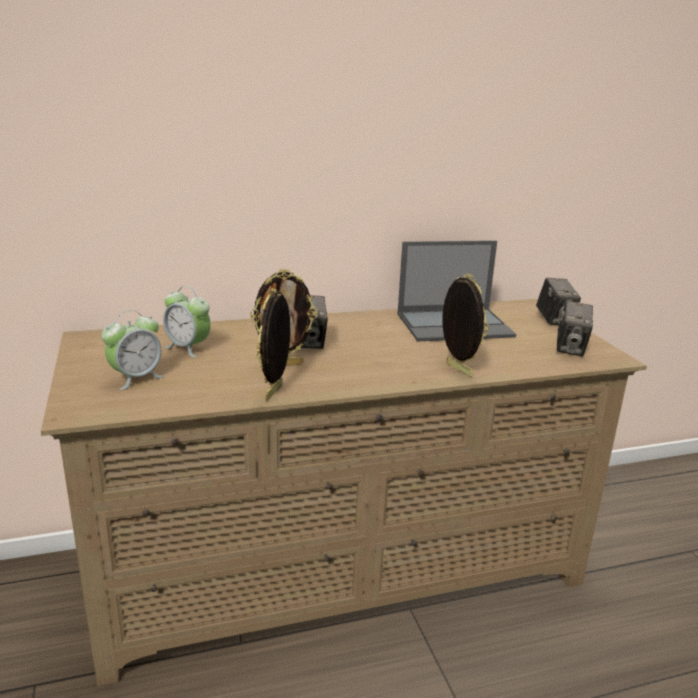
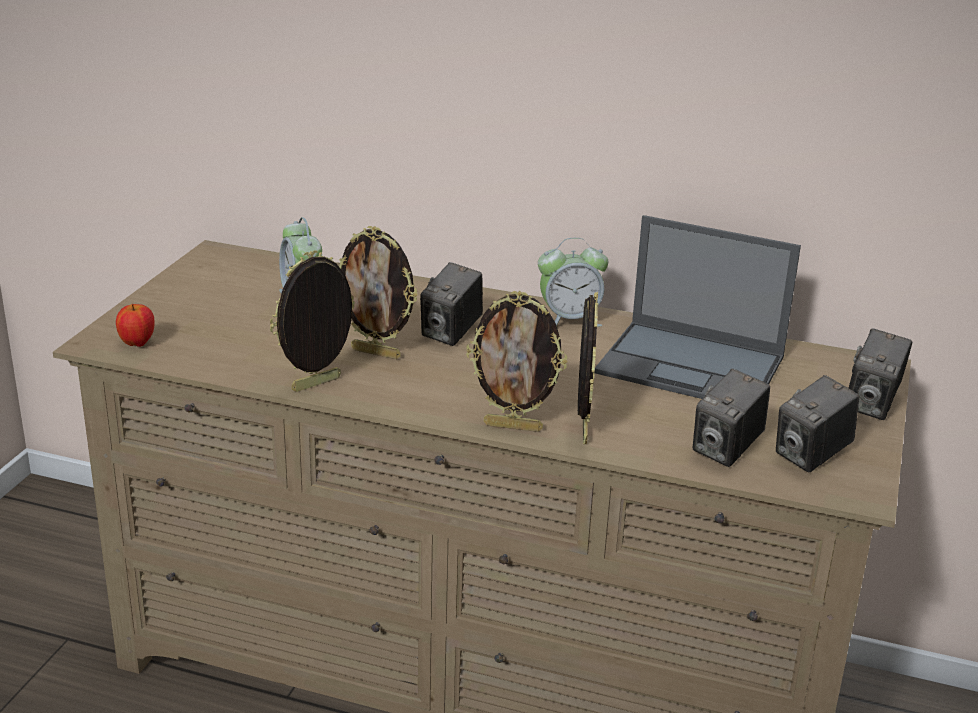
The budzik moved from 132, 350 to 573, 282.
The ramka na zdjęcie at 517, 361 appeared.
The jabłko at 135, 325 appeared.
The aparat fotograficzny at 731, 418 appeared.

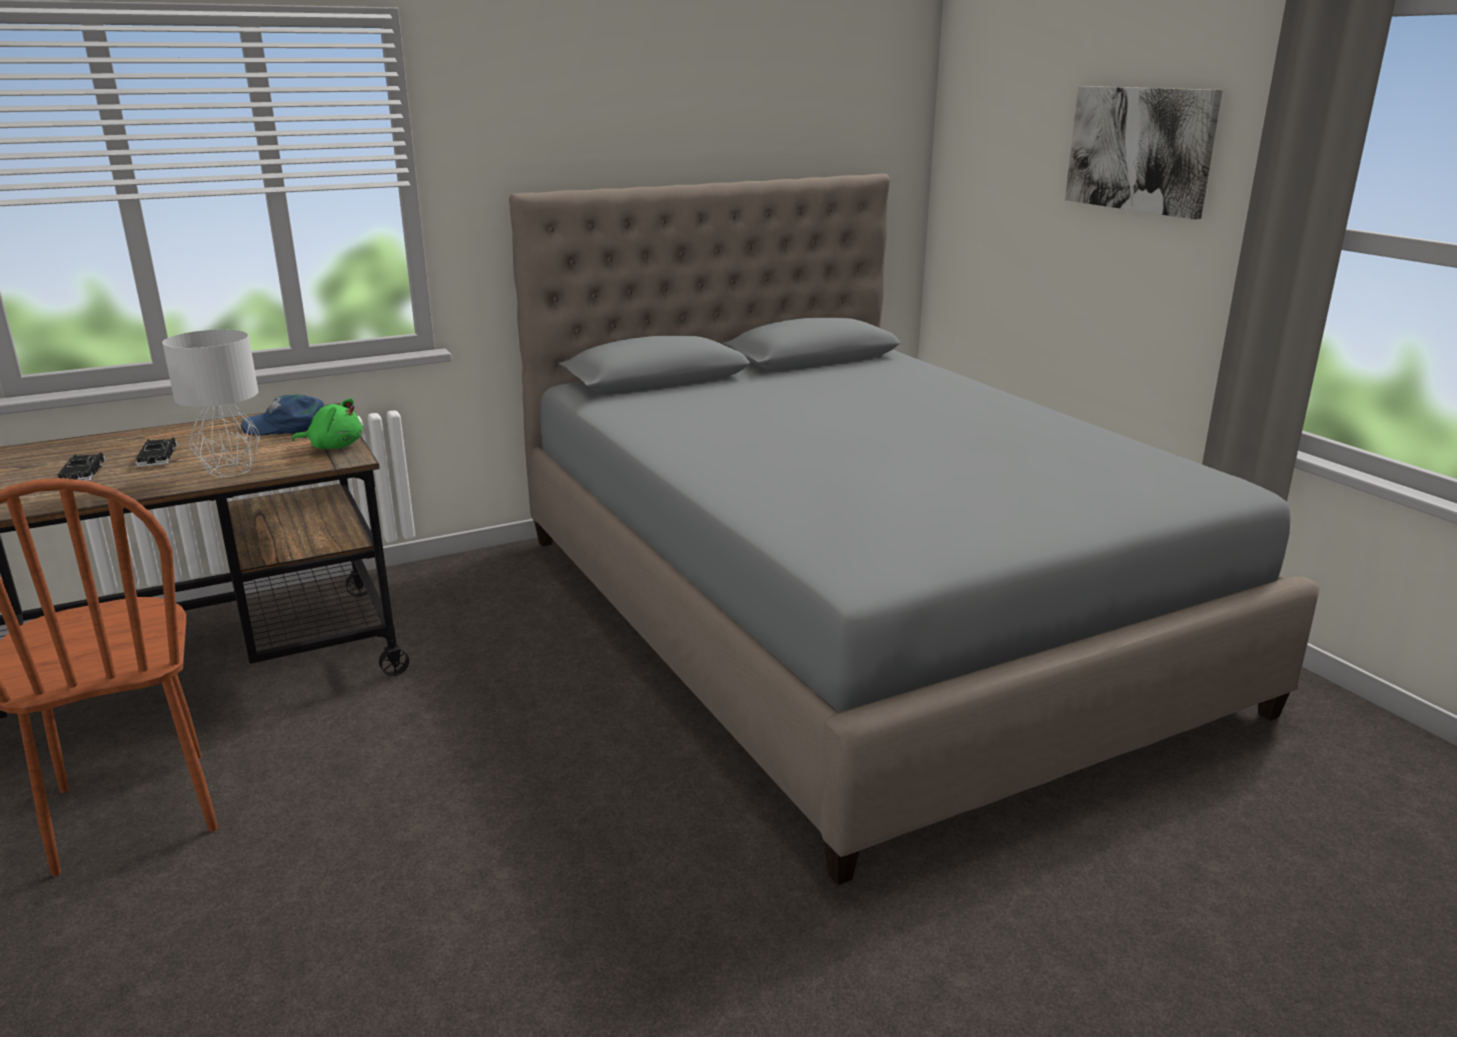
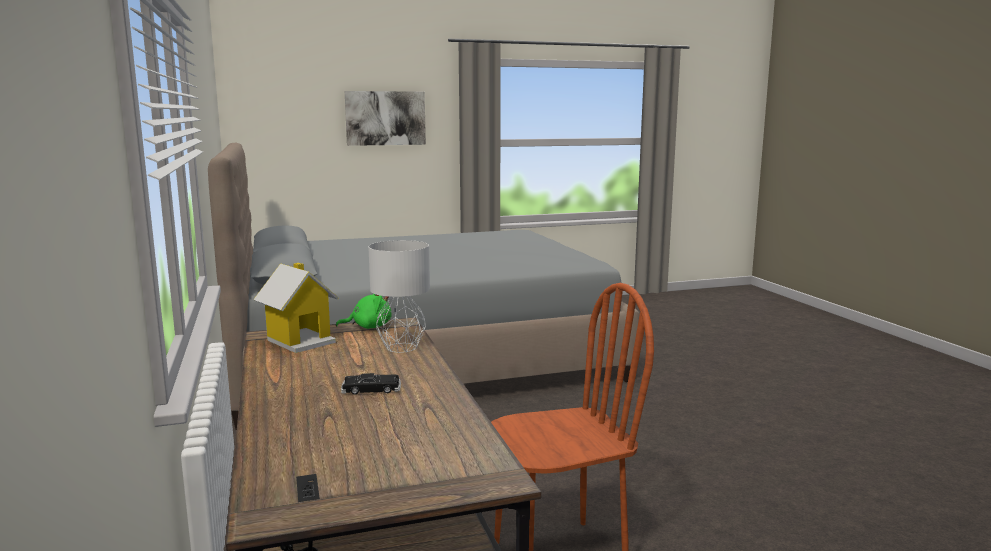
The czapka z daszkiem [niebieski] at 282, 415 was replaced by the domek at 296, 308.
The pluszak [zielony] at 327, 423 turned 60 degrees clockwise.
The samochodzik [czarny] at 156, 452 disappeared.

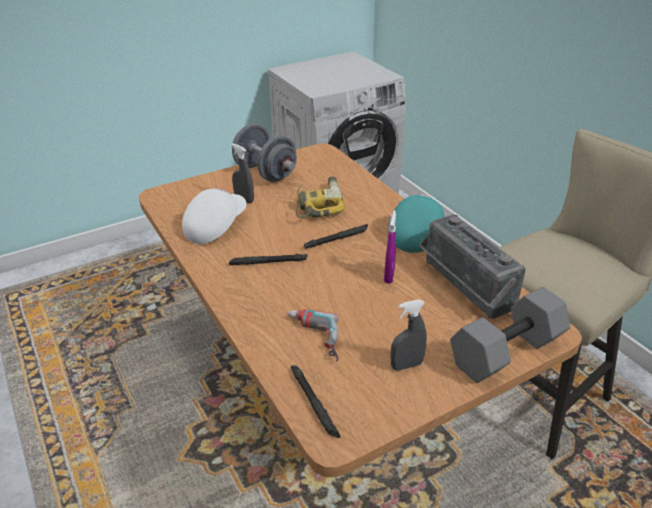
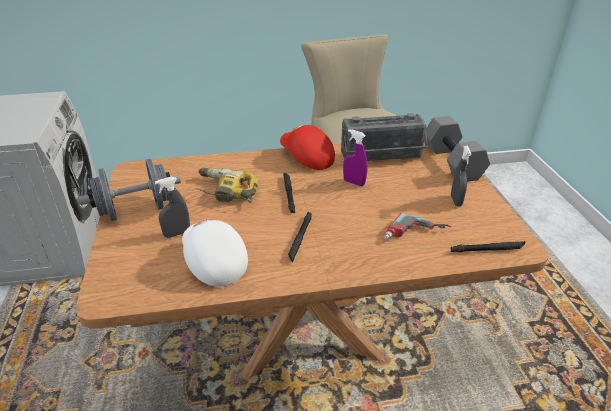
The czapka z daszkiem [turkusowy] at 416, 223 became the czapka z daszkiem [czerwony] at 307, 147.

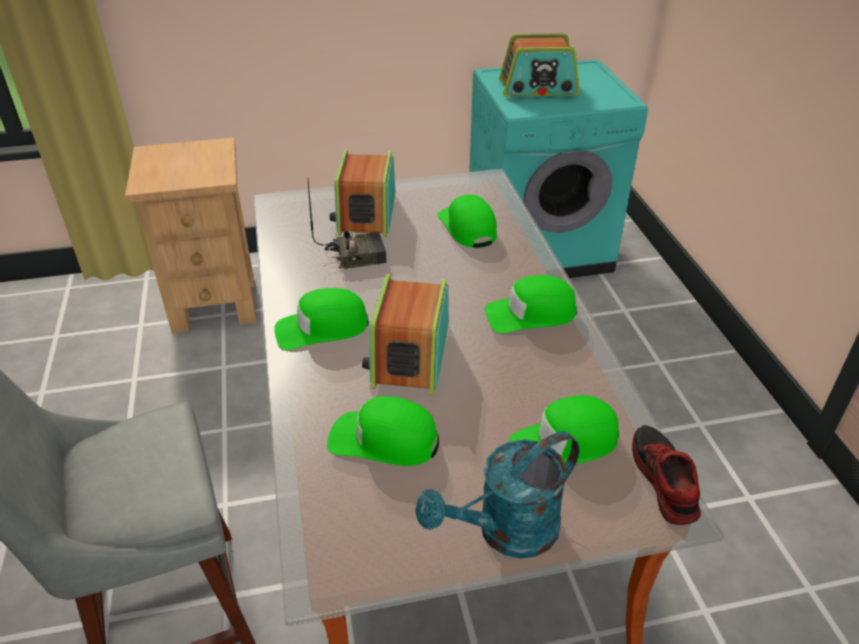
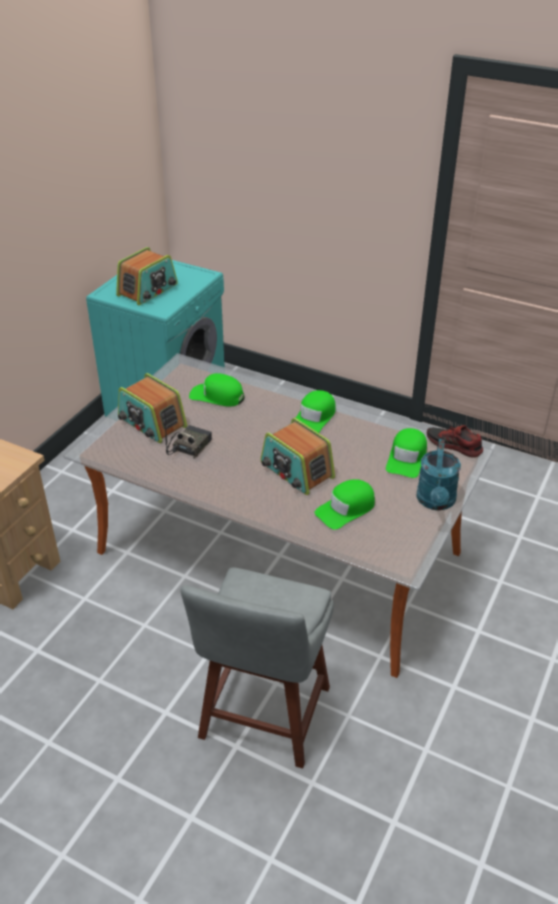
The czapka z daszkiem [zielony] at 321, 319 disappeared.

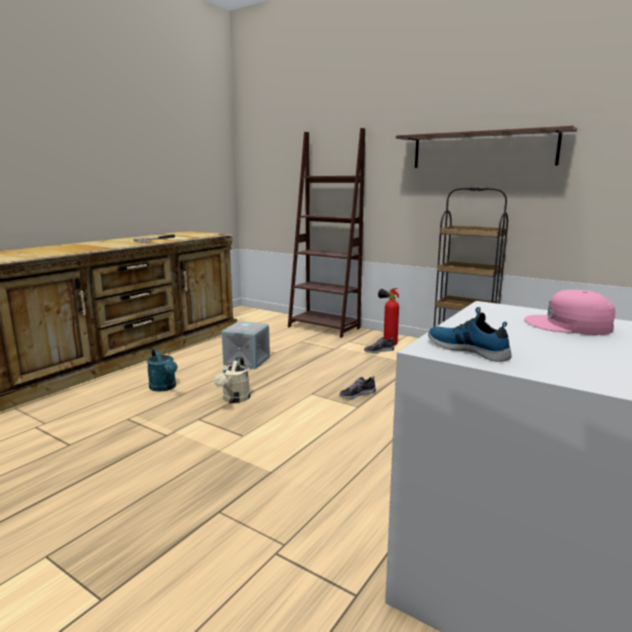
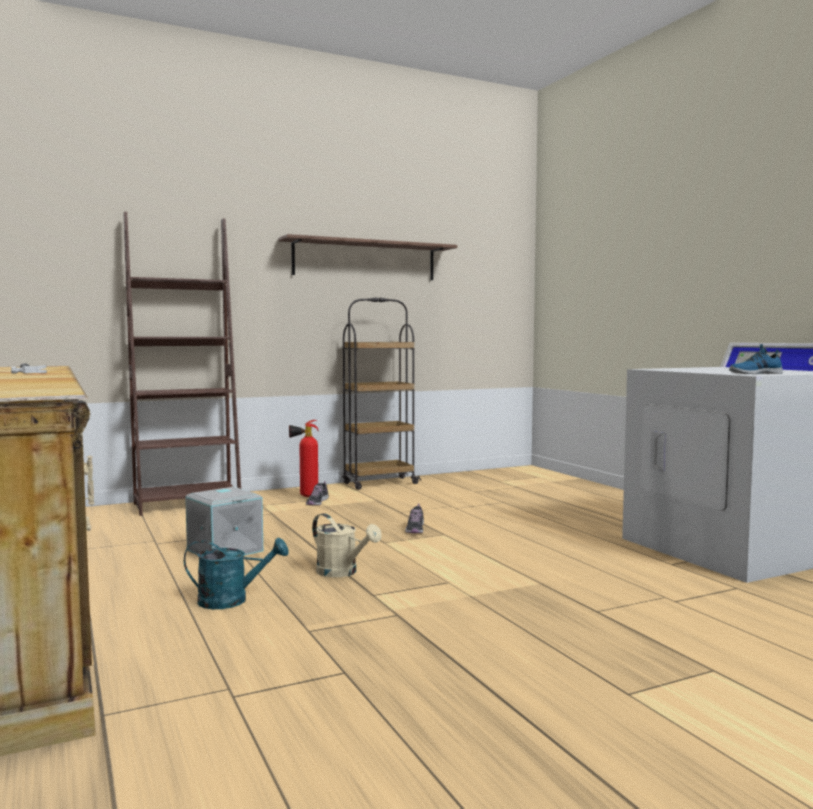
The czapka z daszkiem [różowy] at 569, 312 disappeared.

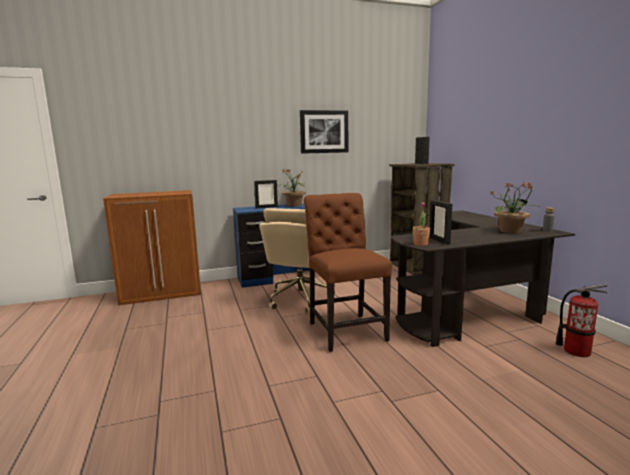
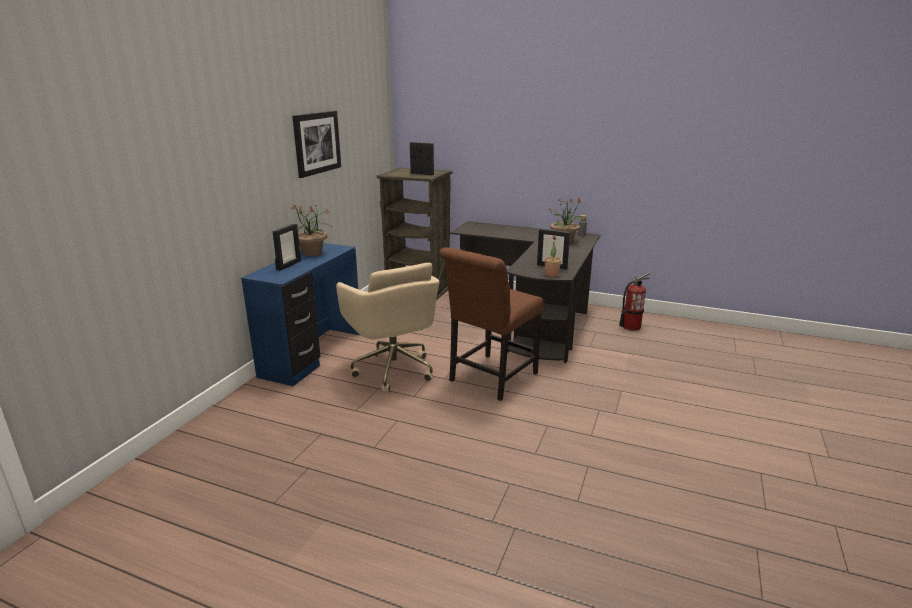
The szafka [brązowy] at 152, 247 disappeared.
The krzesło [brązowy] at 348, 272 turned 75 degrees counterclockwise.

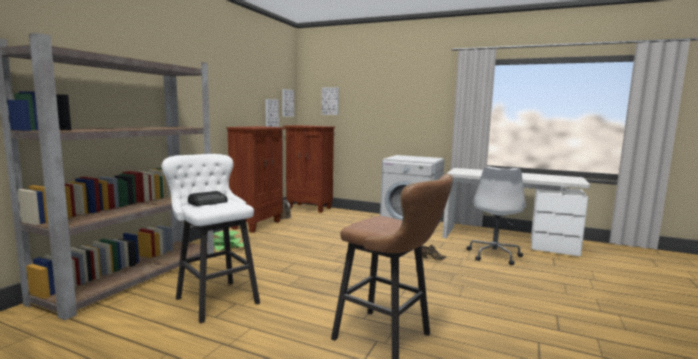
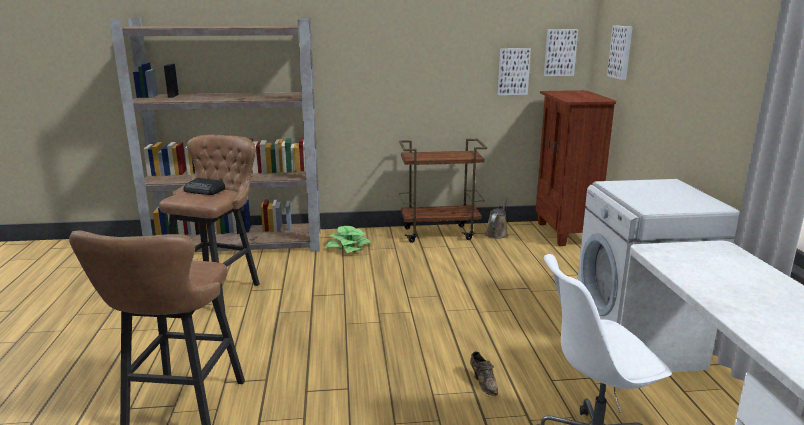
The szafka [brązowy] at 256, 179 was replaced by the wózek [brązowy] at 443, 191.
The stołek [biały] at 210, 239 became the stołek [brązowy] at 209, 222.

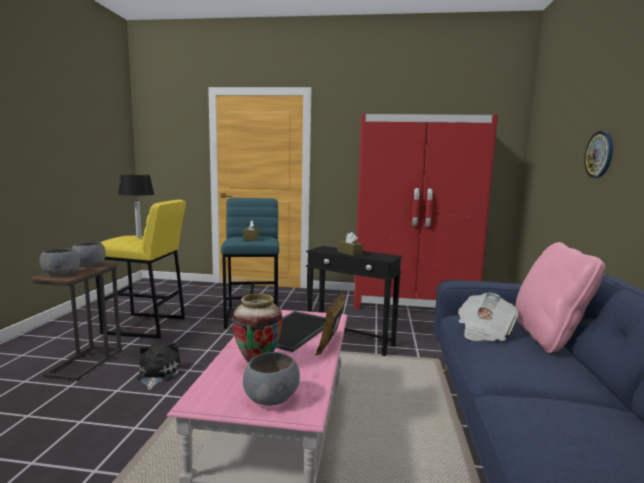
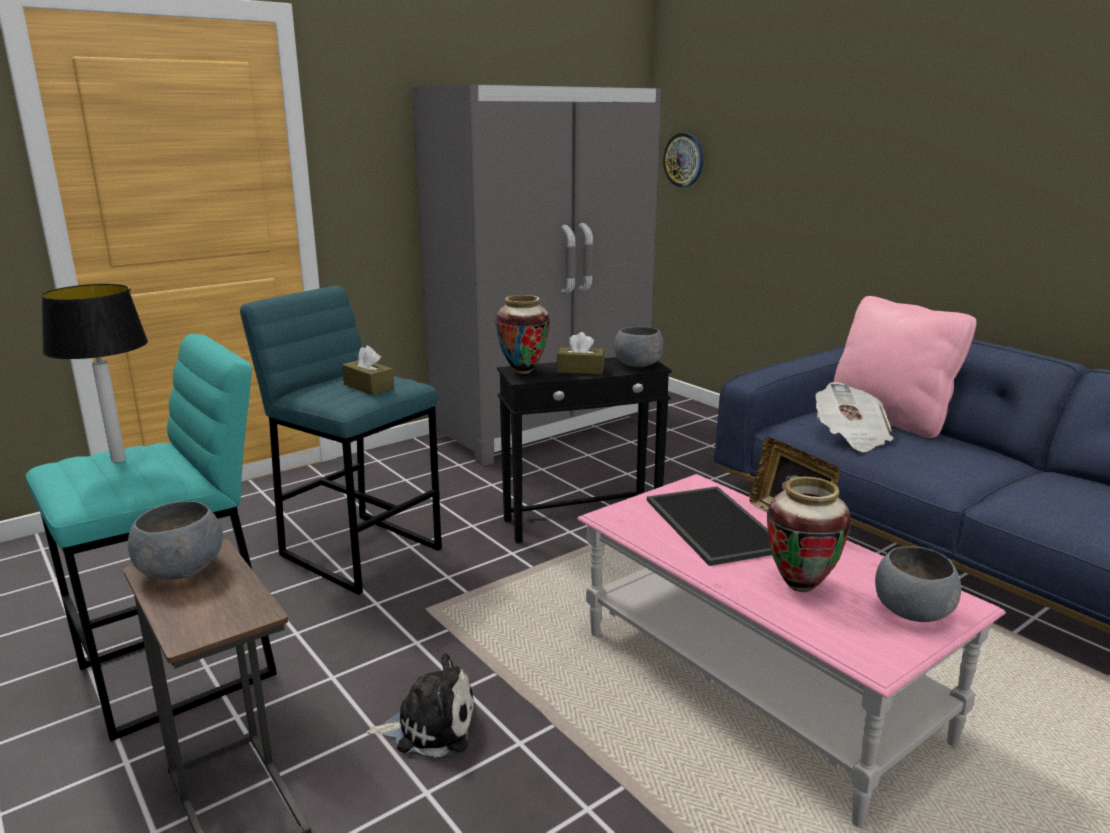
The szafka [czerwony] at 426, 211 became the szafka [szary] at 537, 275.
The zegar ścienny moved from 598, 154 to 683, 160.
The stołek [żółty] at 141, 269 became the stołek [turkusowy] at 151, 537.
The miska [szary] moved from 59, 262 to 639, 347.
The pluszak at 158, 366 turned 135 degrees clockwise.
The wazon at 522, 334 appeared.

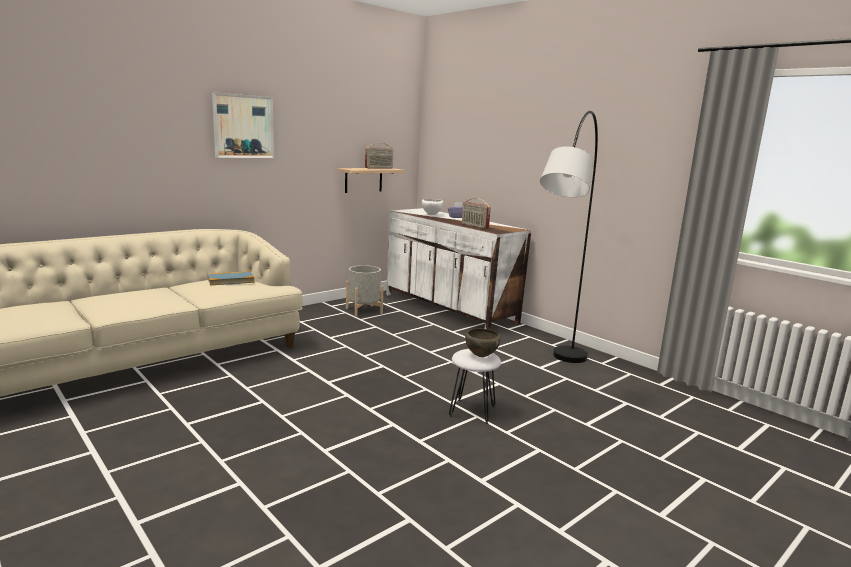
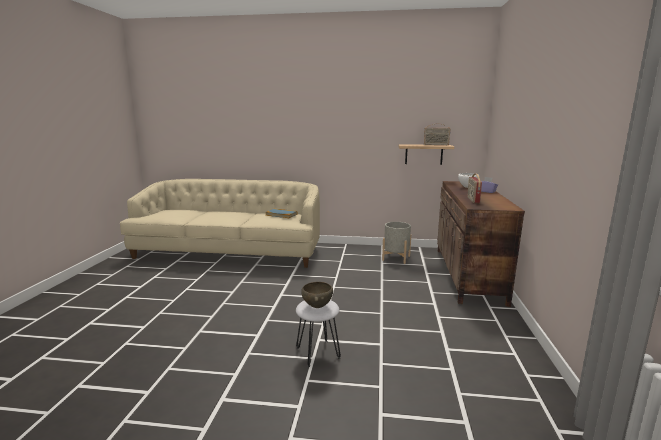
The obraz at 243, 125 disappeared.
The lampa stojąca [szary] at 569, 237 disappeared.
The szafka [biały] at 459, 269 became the szafka [brązowy] at 481, 244.

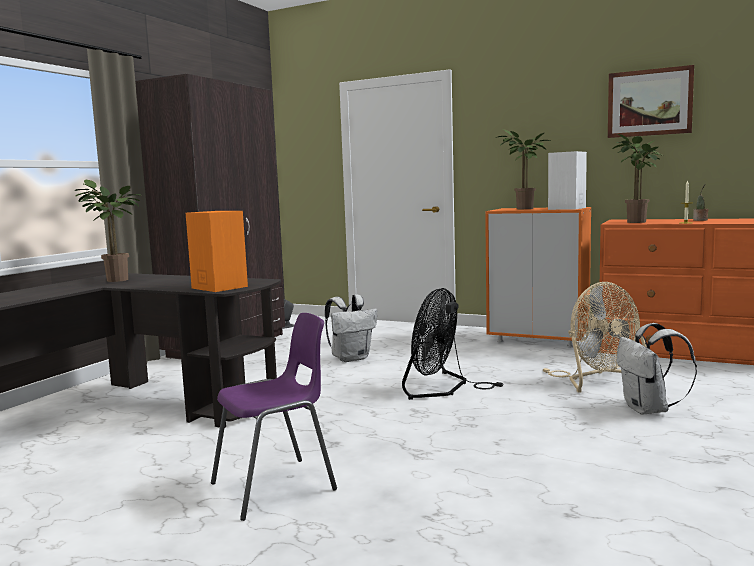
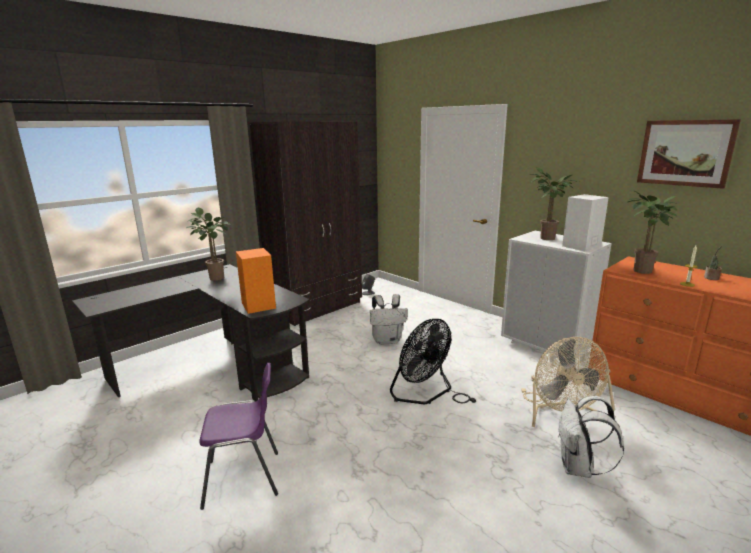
The szafka [pomarańczowy] at 538, 277 became the szafka [biały] at 556, 295.

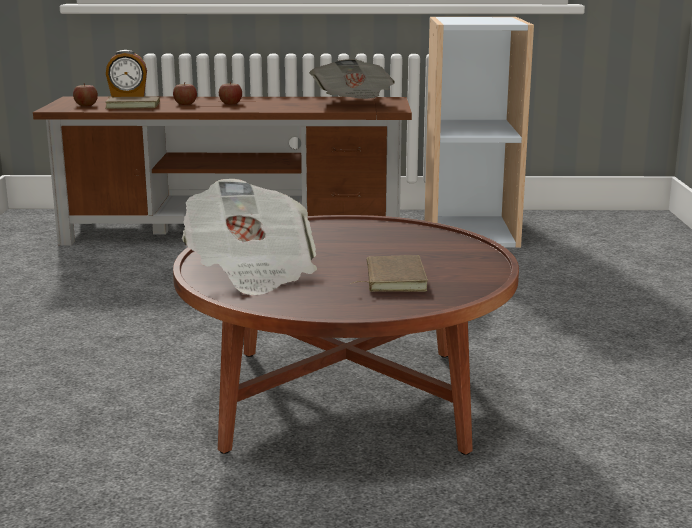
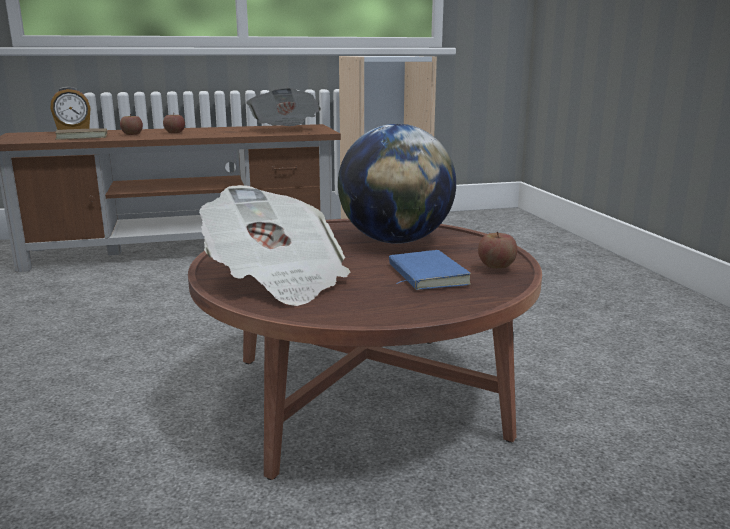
The jabłko moved from 85, 94 to 498, 250.
The książka [brązowy] at 389, 273 became the książka [niebieski] at 430, 270.
The globus at 397, 184 appeared.

